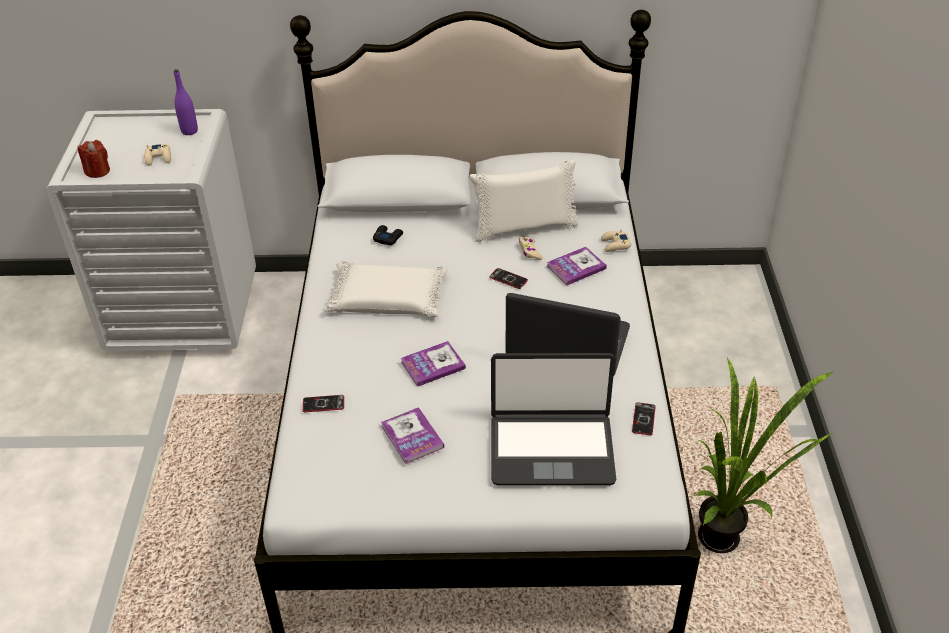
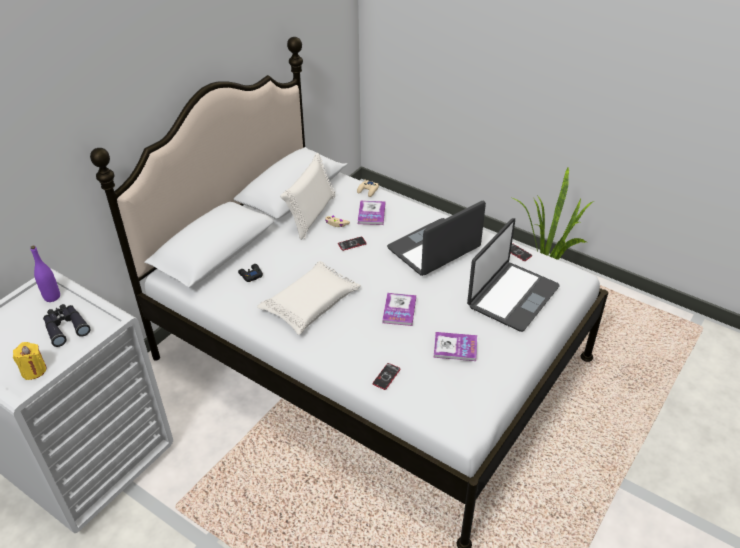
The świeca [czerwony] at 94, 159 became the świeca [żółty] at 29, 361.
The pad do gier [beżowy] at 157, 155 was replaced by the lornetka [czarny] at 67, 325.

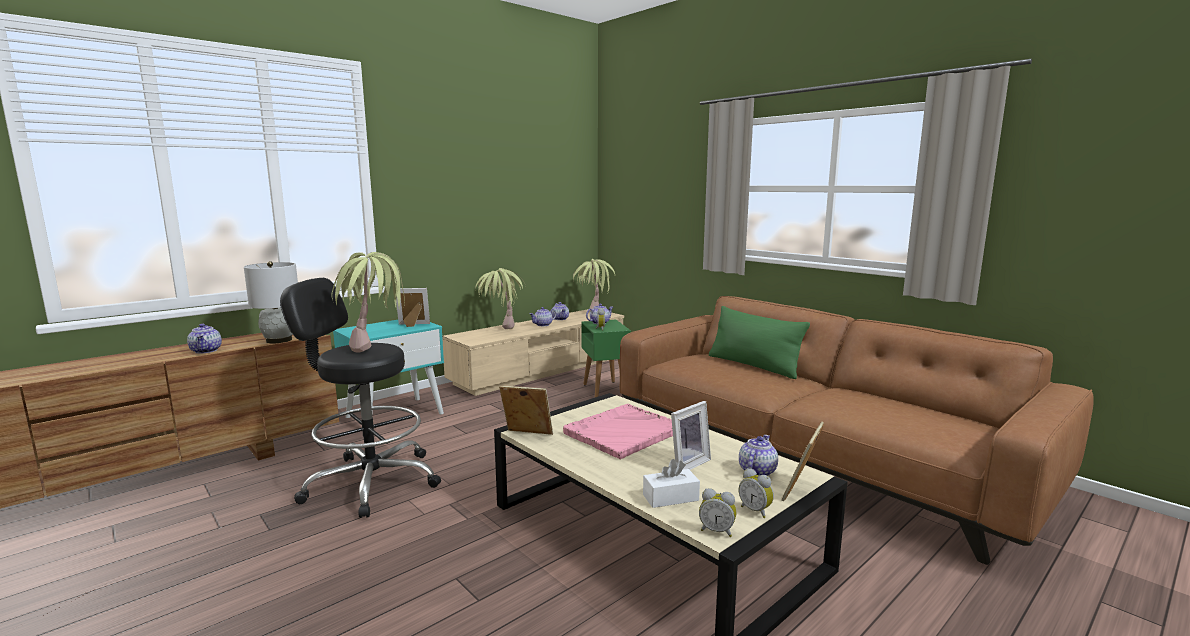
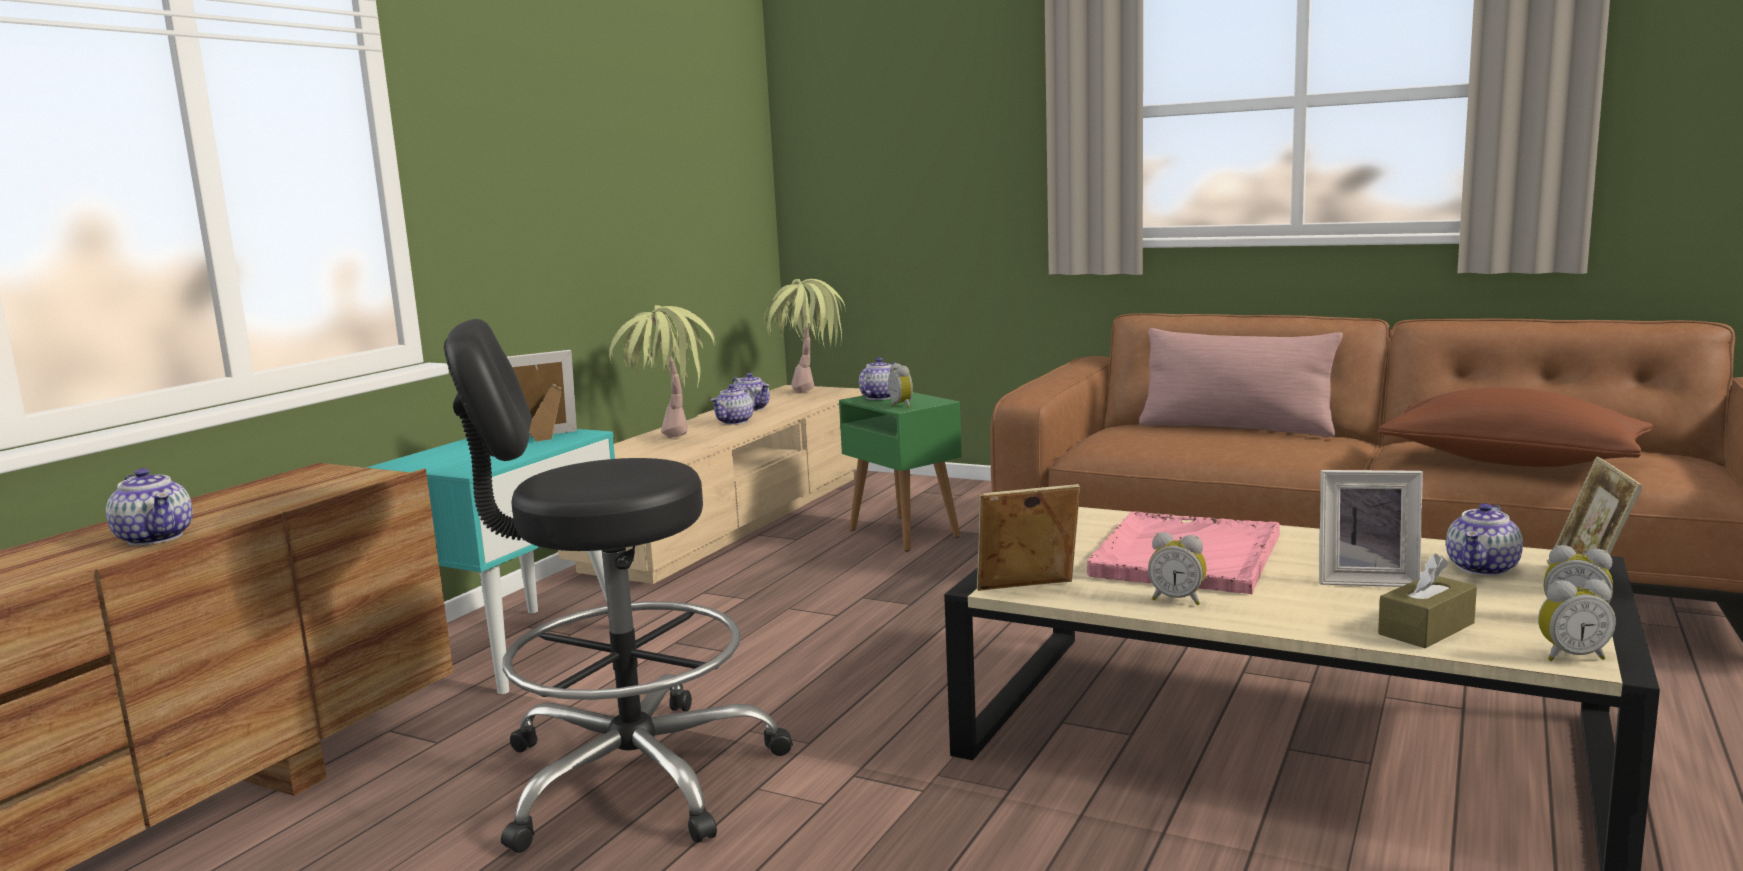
The roślina doniczkowa at 368, 302 disappeared.
The lampa stołowa [biały] at 271, 302 disappeared.
The poduszka [zielony] at 759, 342 became the poduszka [różowy] at 1241, 382.
The ramka na zdjęcie at 691, 435 turned 75 degrees clockwise.
The imbryk at 758, 455 turned 150 degrees counterclockwise.
The pudełko chusteczek [biały] at 671, 483 became the pudełko chusteczek [brązowy] at 1427, 600.
The poduszka [brązowy] at 1515, 427 appeared.
The budzik at 1177, 568 appeared.

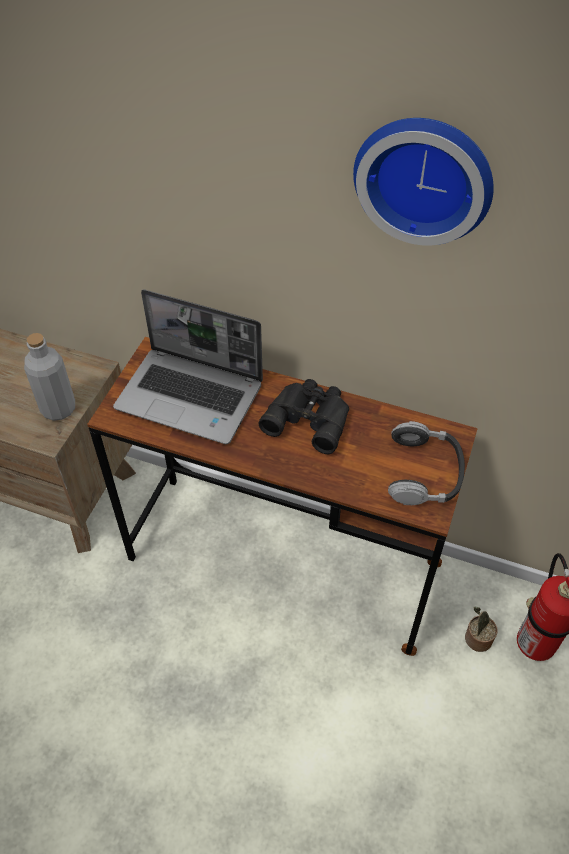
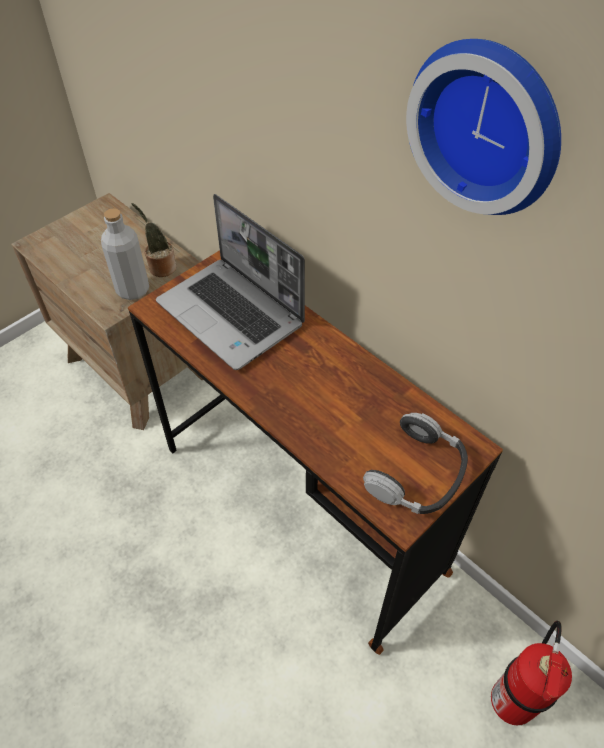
The lornetka [czarny] at 304, 416 disappeared.
The roślina doniczkowa moved from 481, 629 to 154, 240.

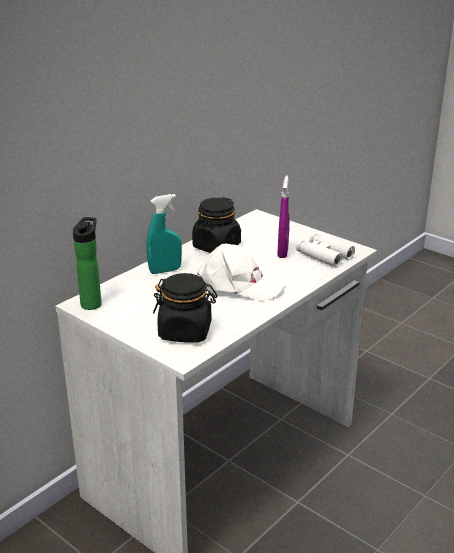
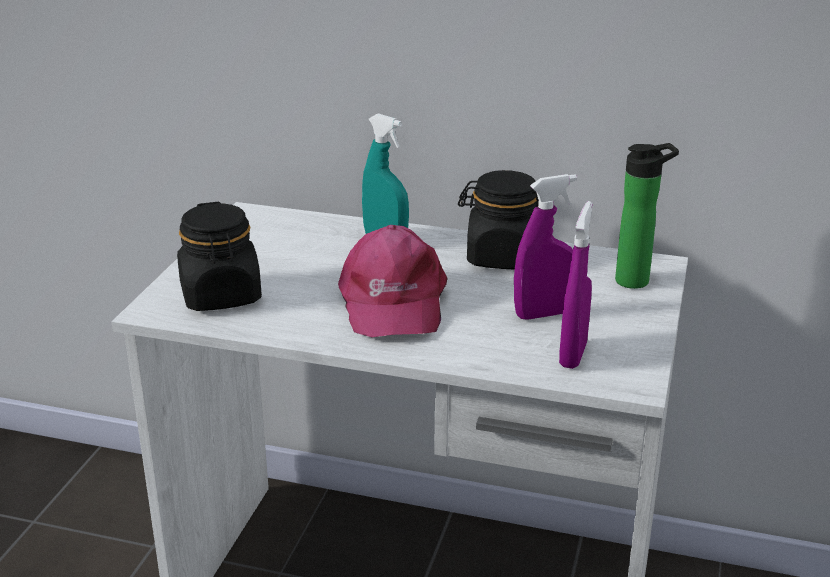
The butelka moved from 87, 263 to 647, 216.
The lornetka [biały] at 325, 250 was replaced by the spryskiwacz [fioletowy] at 576, 285.
The czapka z daszkiem [biały] at 241, 272 became the czapka z daszkiem [różowy] at 392, 281.

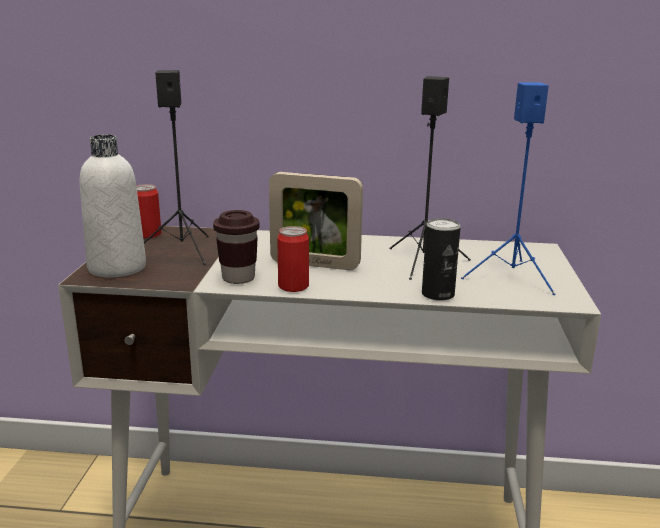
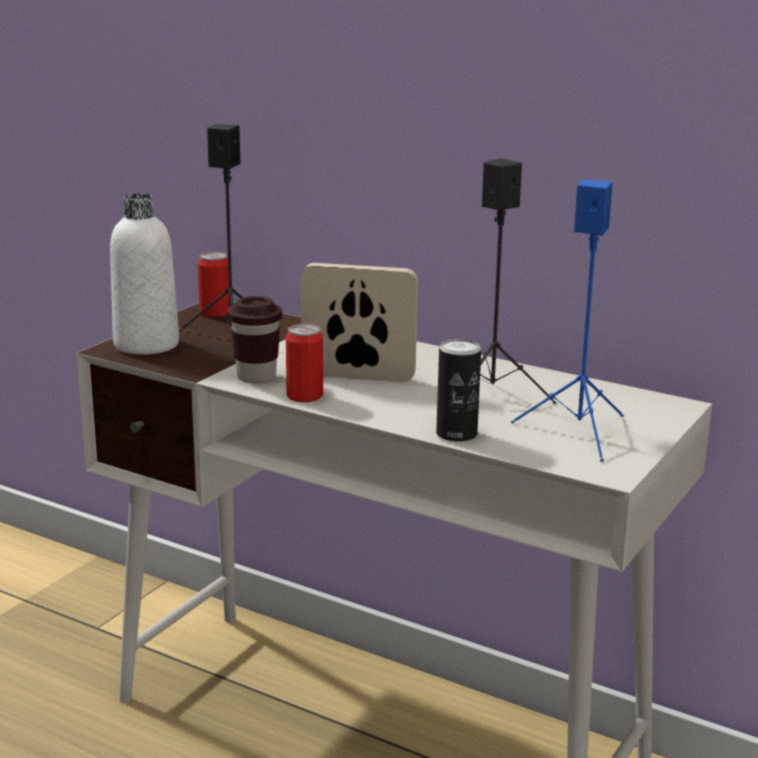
The ramka na zdjęcie at 316, 221 turned 150 degrees clockwise.

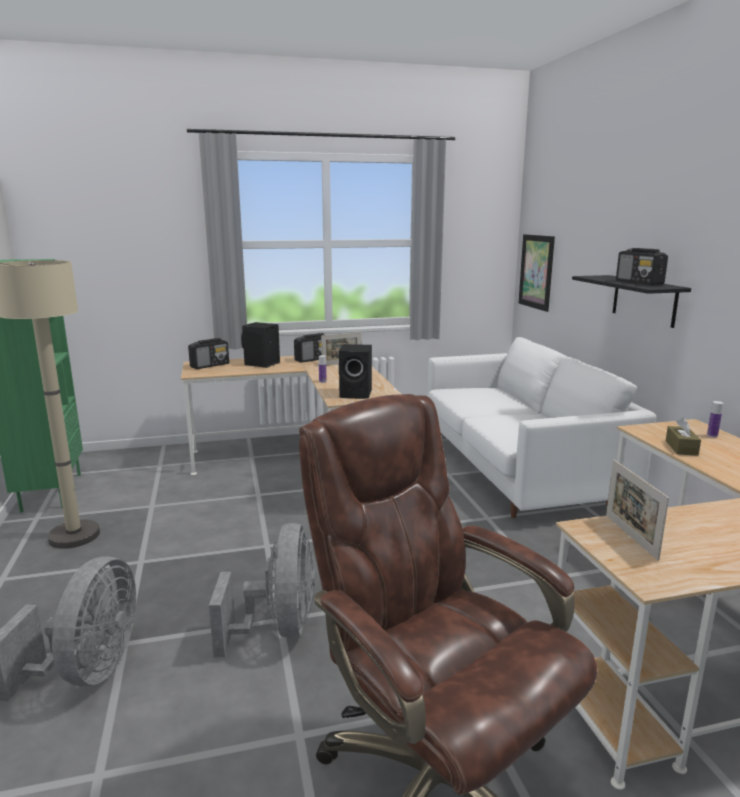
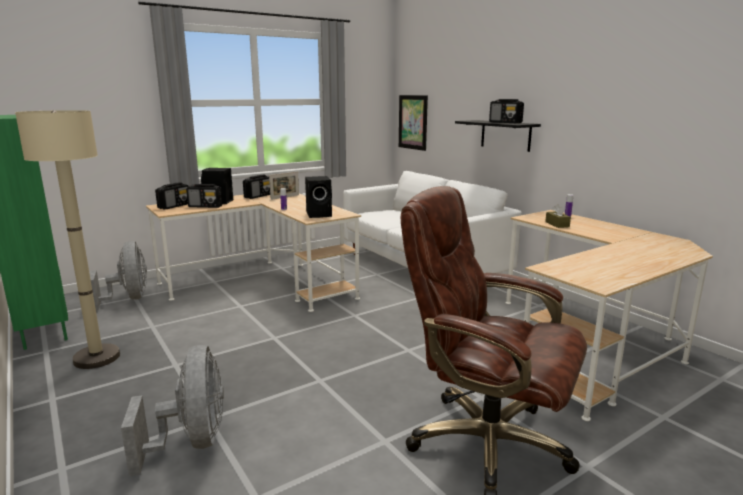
The ramka na zdjęcie at 637, 510 disappeared.
The wentylator [szary] moved from 262, 590 to 118, 276.
The radio at 204, 196 appeared.

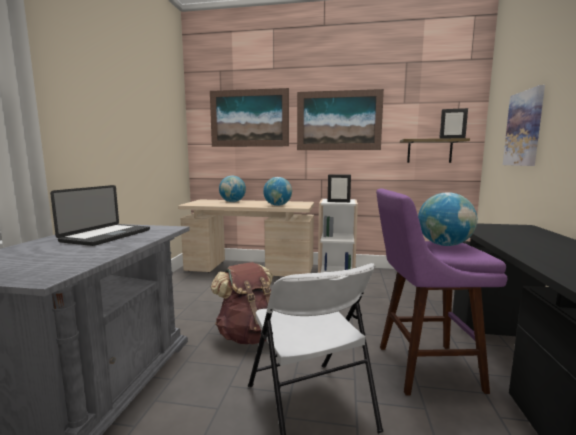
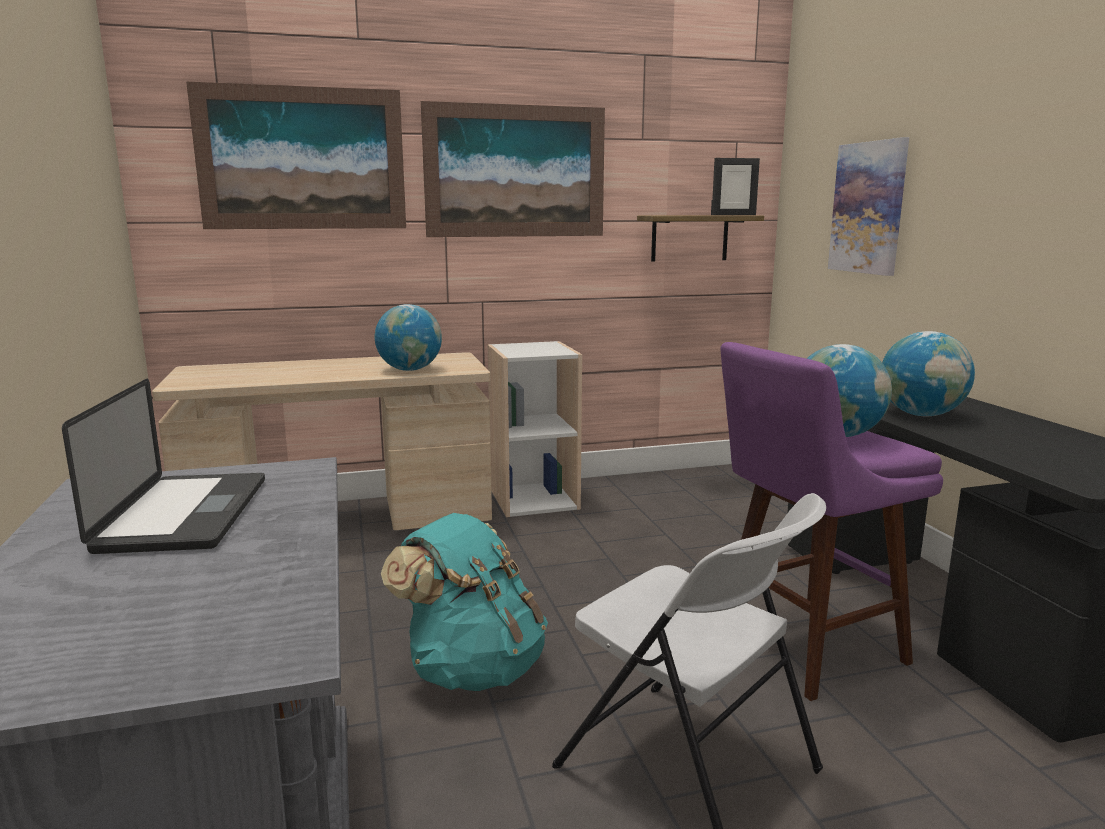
The ramka na zdjęcie at 339, 188 disappeared.
The globus moved from 232, 189 to 928, 373.
The plecak [brązowy] at 242, 303 became the plecak [turkusowy] at 464, 602.

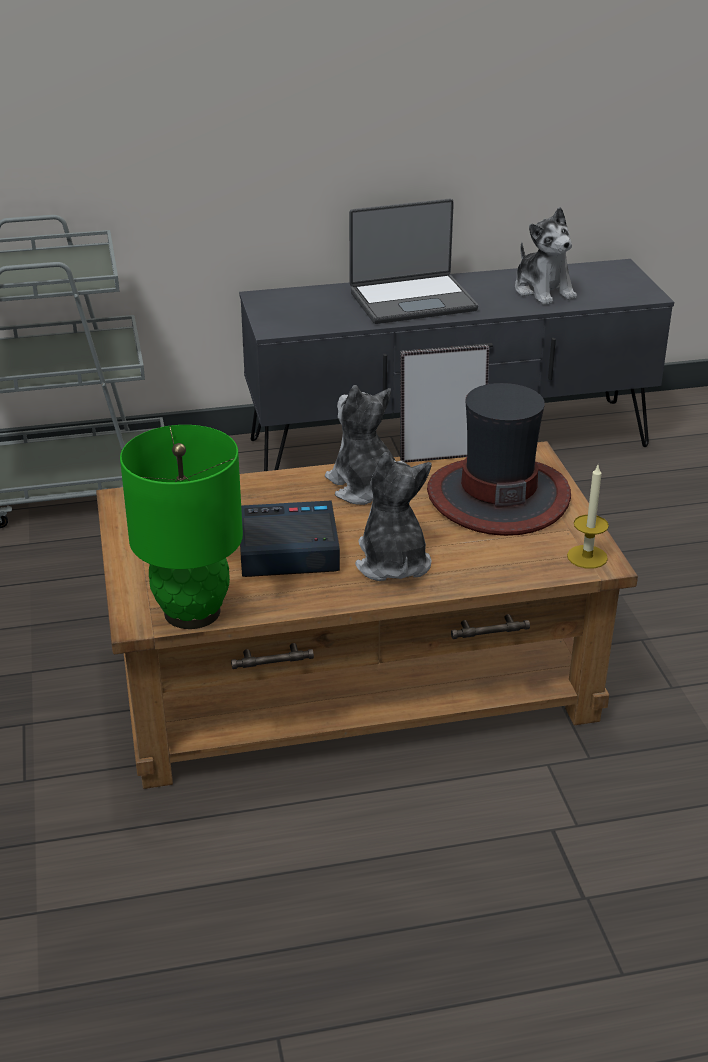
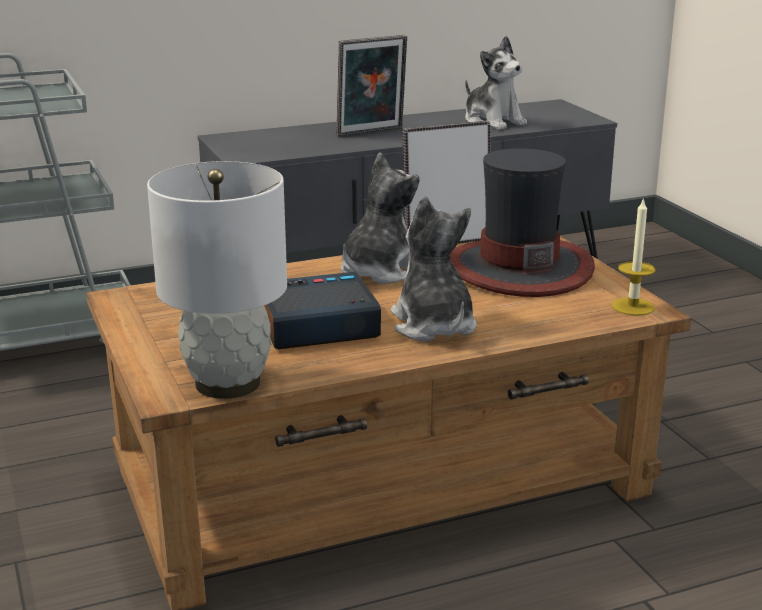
The laptop at 413, 261 was replaced by the ramka na zdjęcie at 371, 86.
The pluszak at 360, 445 turned 75 degrees clockwise.
The lampa stołowa [zielony] at 181, 527 became the lampa stołowa [biały] at 217, 280.

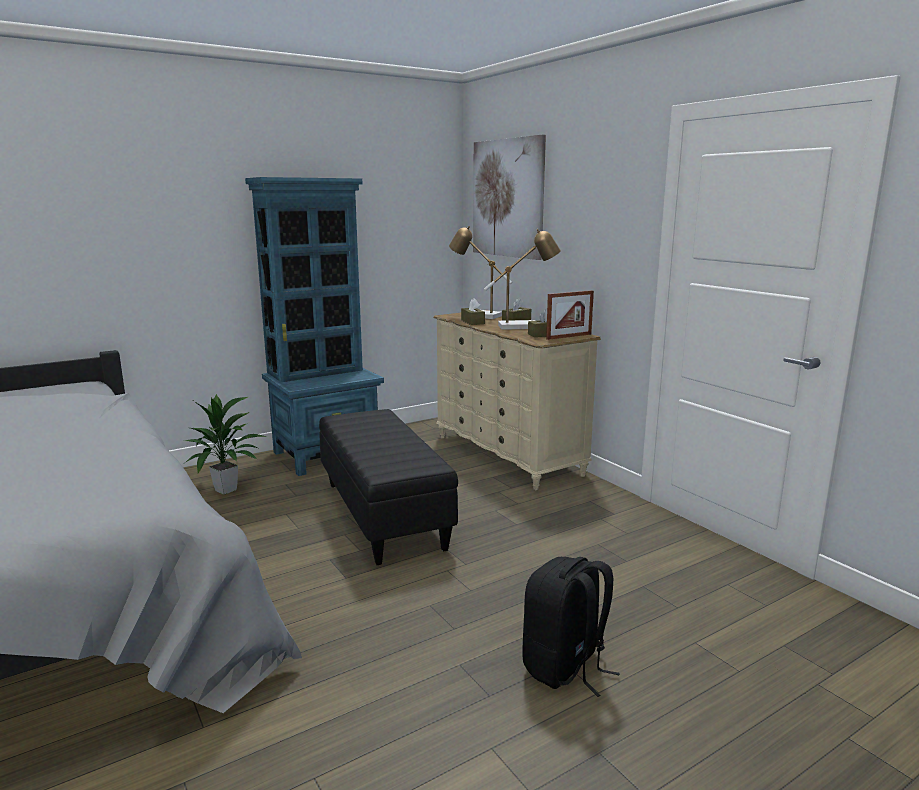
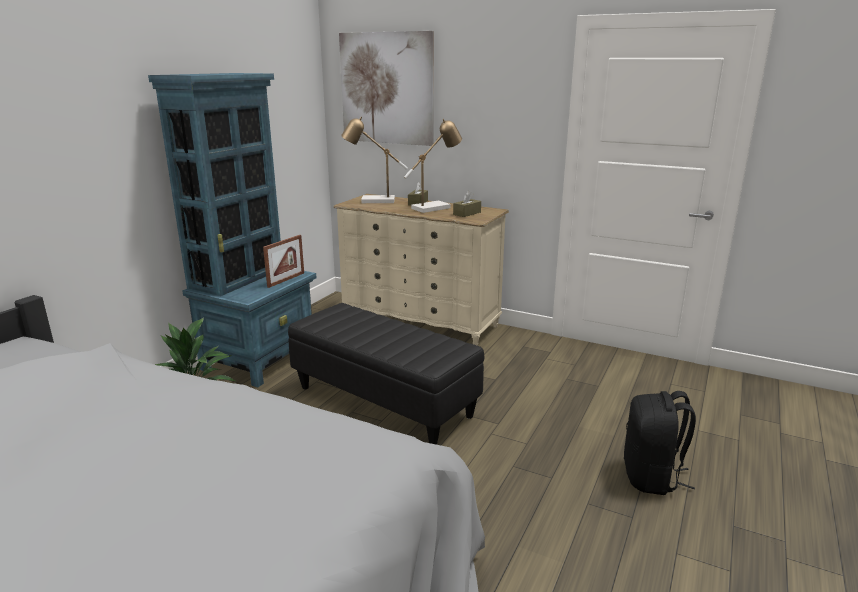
The ramka na zdjęcie moved from 570, 315 to 283, 261.
The pudełko chusteczek [brązowy] at 473, 311 disappeared.

